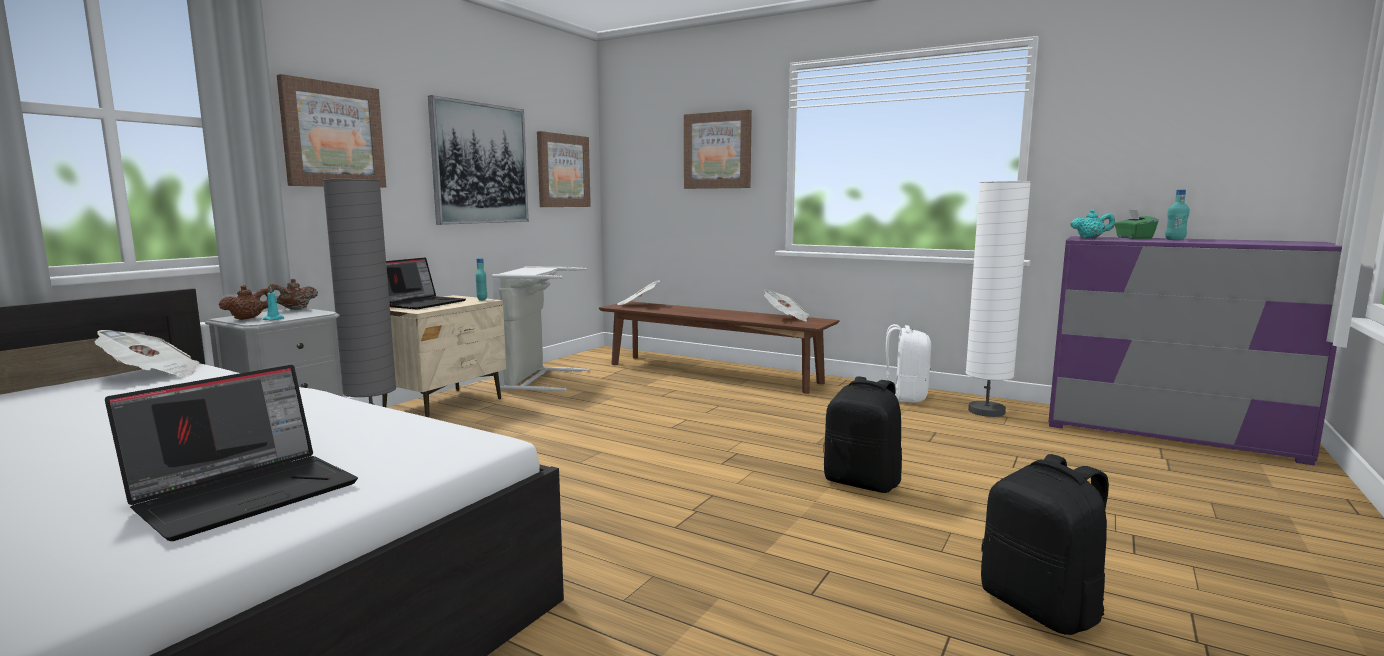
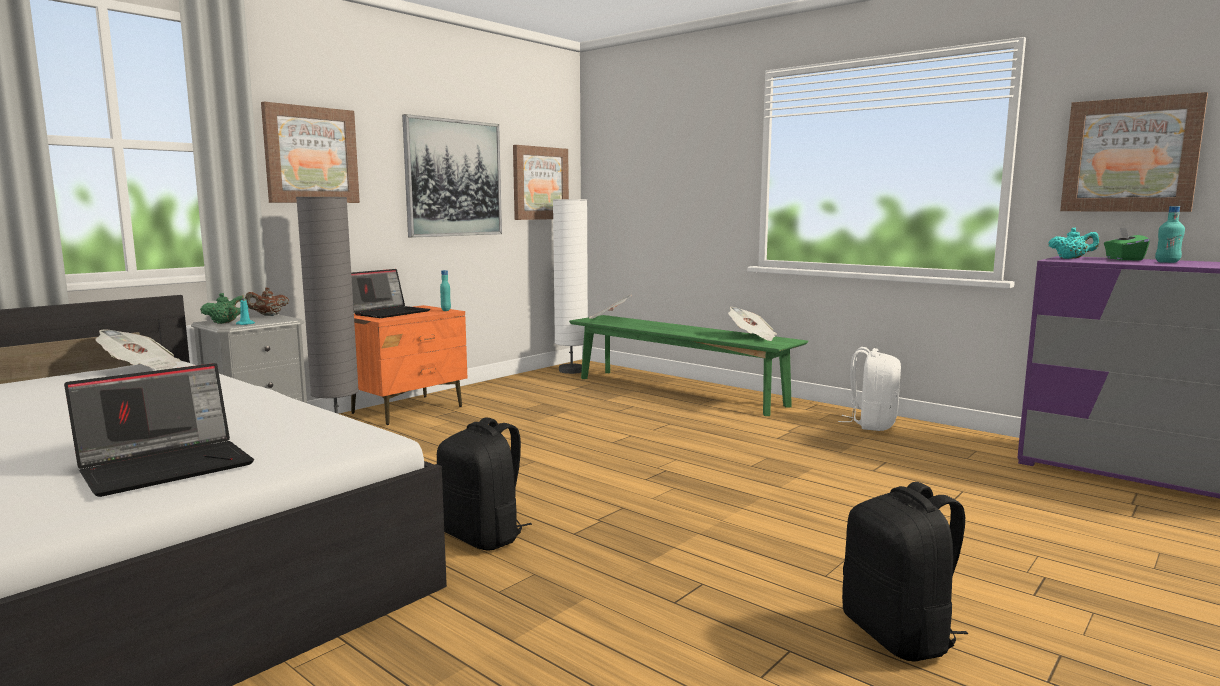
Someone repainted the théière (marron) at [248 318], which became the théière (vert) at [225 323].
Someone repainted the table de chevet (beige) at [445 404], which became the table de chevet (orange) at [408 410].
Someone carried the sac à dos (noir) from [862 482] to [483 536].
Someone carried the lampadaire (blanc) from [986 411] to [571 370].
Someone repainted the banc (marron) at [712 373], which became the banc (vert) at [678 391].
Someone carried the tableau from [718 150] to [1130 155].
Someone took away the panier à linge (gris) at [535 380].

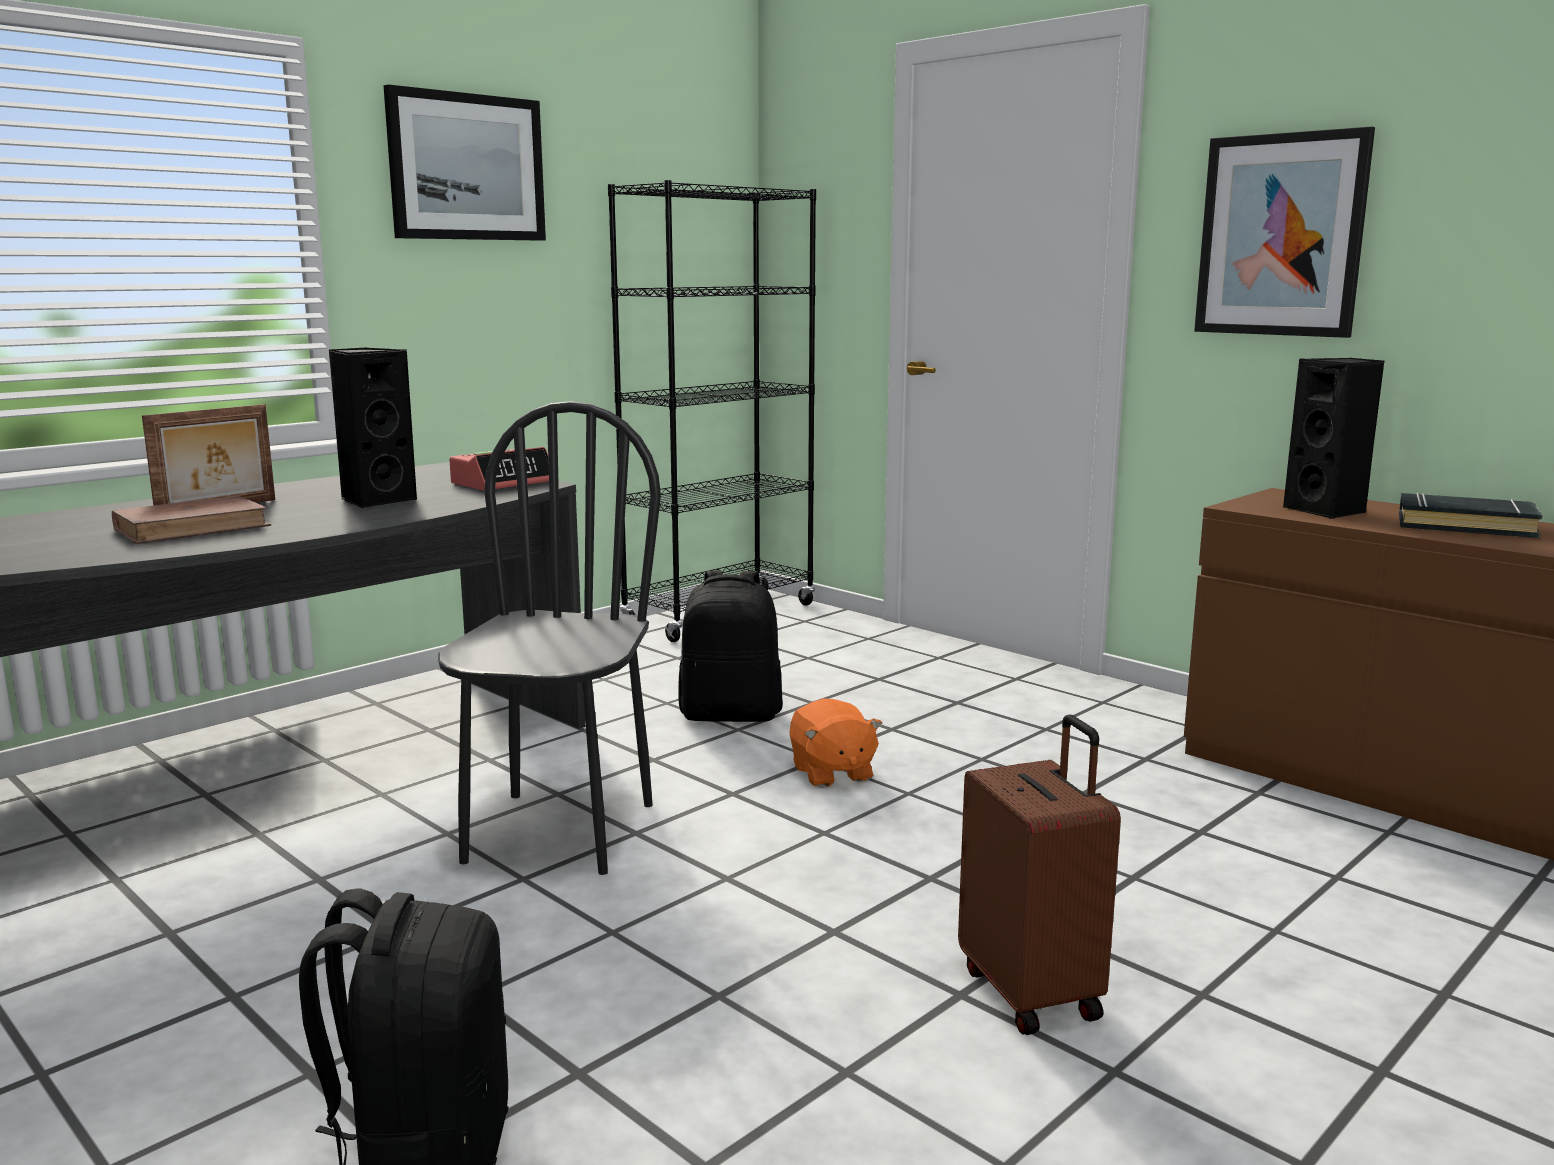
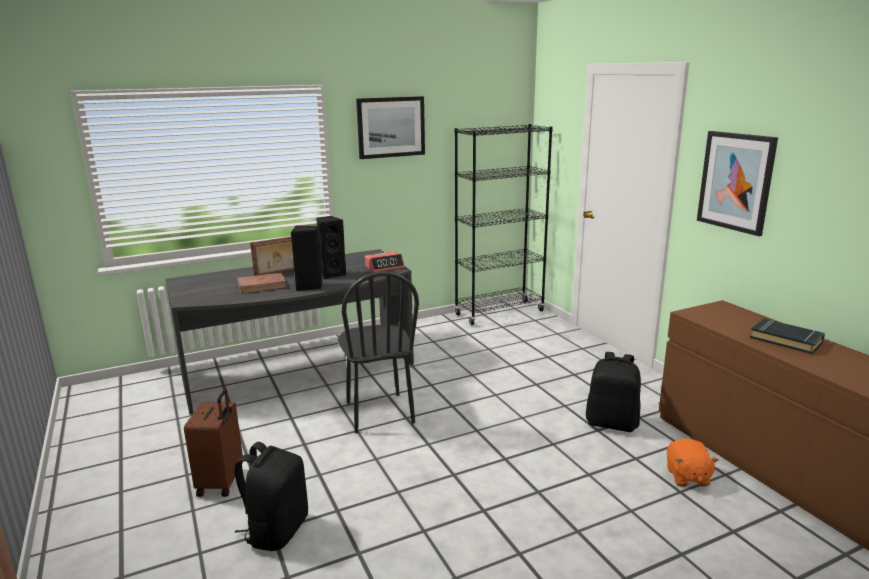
Someone carried the valise (marron) from [1033 992] to [222 482].
Someone carried the enceinte (noir) from [1328 511] to [309 286].
Someone rotated the chaise (noir) at [558 832] by 135 degrees clockwise.
Someone carried the sac à dos (noir) from [731 714] to [612 423].
Someone carried the peluche (orange) from [831 773] to [687 477].

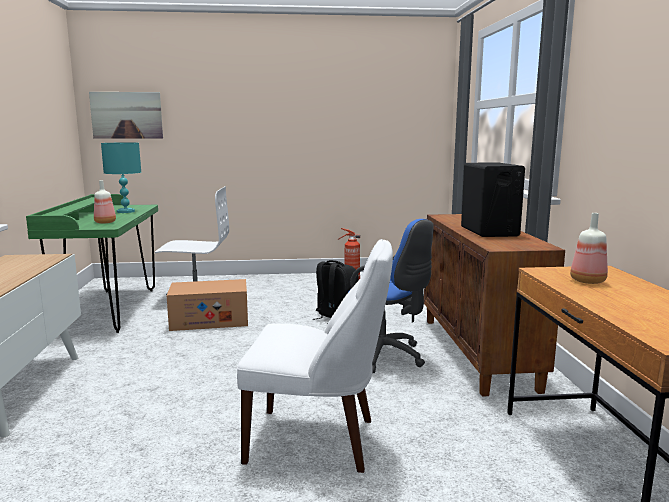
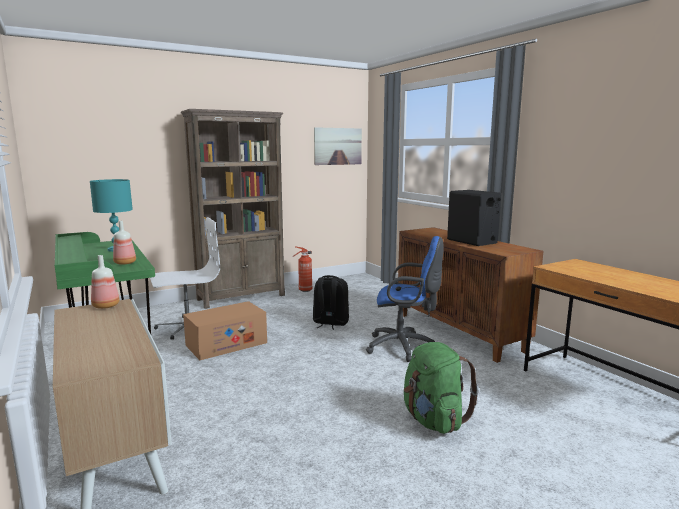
Someone carried the bouteille from [586 281] to [105 306].
Someone put down the bibliothèque (marron) at [242 297].
Someone carried the tableau from [126 115] to [338 146].
Someone swapped the chaise (blanc) at [318 440] for the sac à dos (vert) at [433 420].

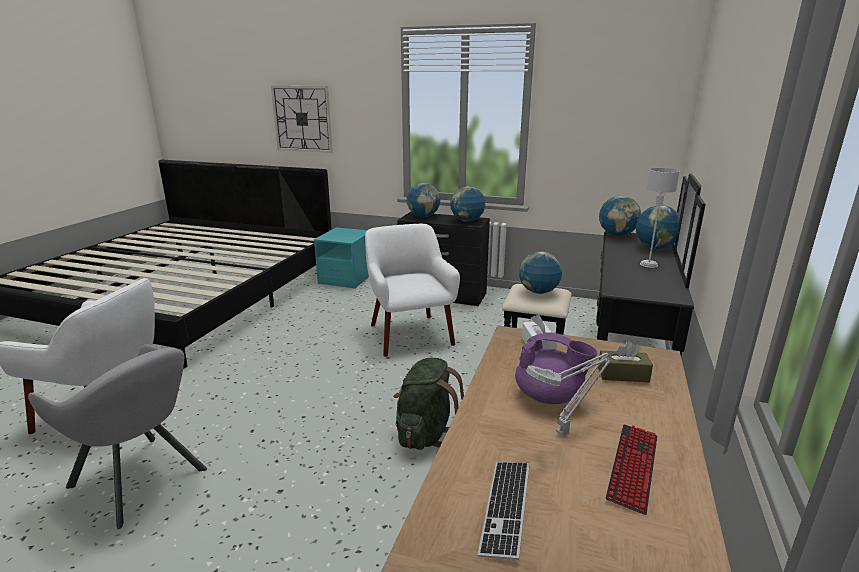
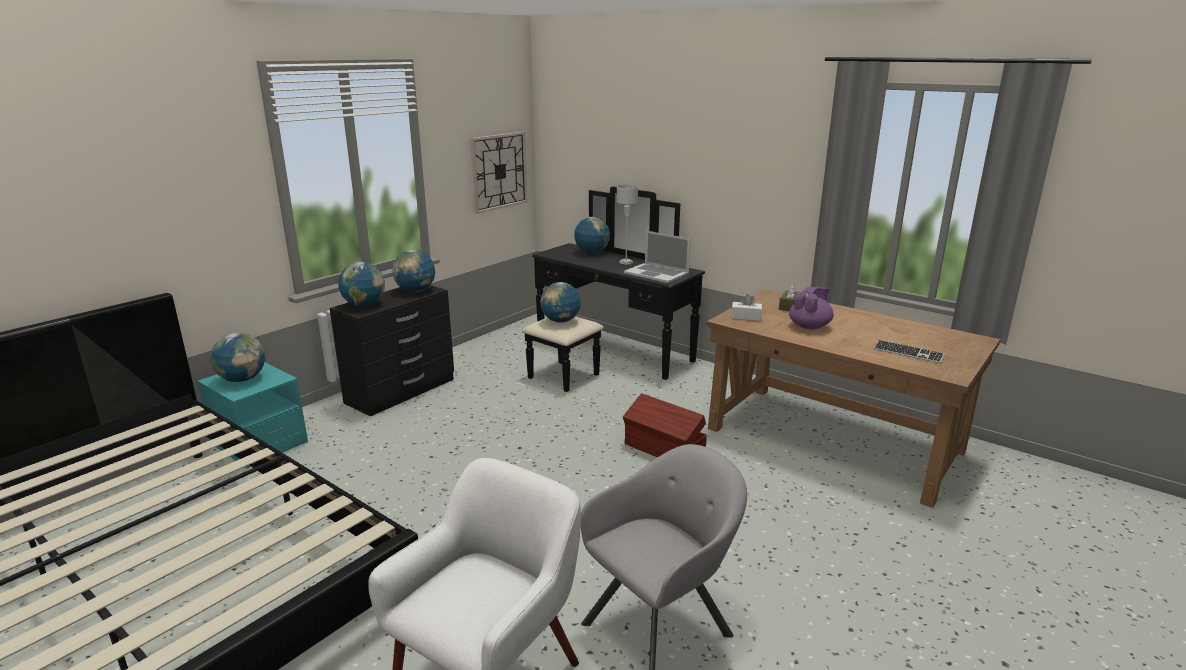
Someone carried the globe from [617 235] to [242 379].
Someone carried the horloge murale from [302 119] to [499 171].
Someone swapped the sac à dos (vert) at [426 434] for the boîte de rangement (marron) at [664 450].
Someone put down the ordinateur portable at [656 273].
Someone took away the fauteuil (blanc) at [409 334].
Someone took away the lampe de table (gris) at [564 432].
Someone took away the clavier at [633 467].

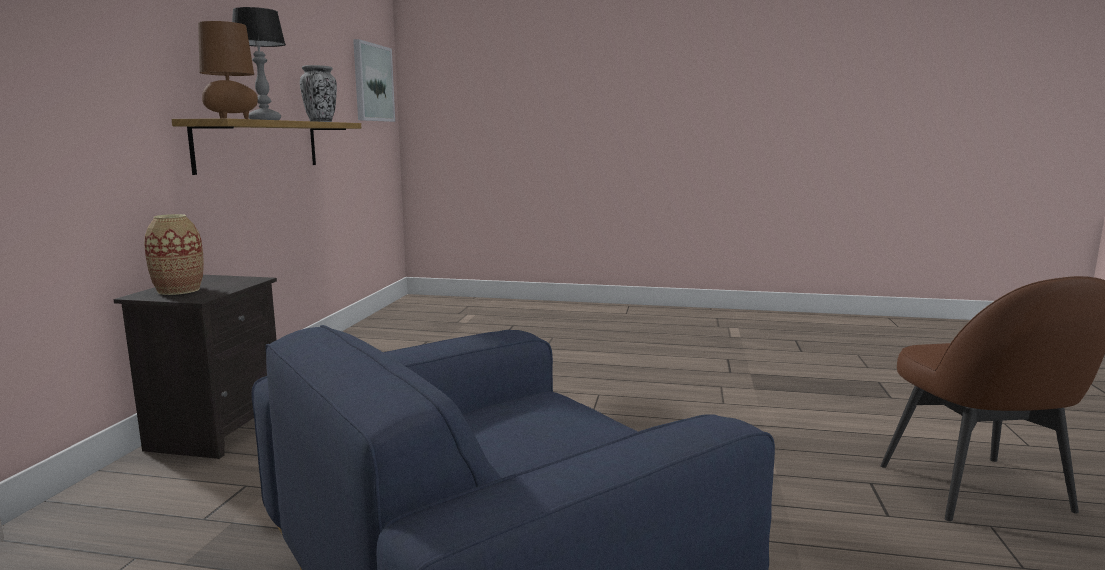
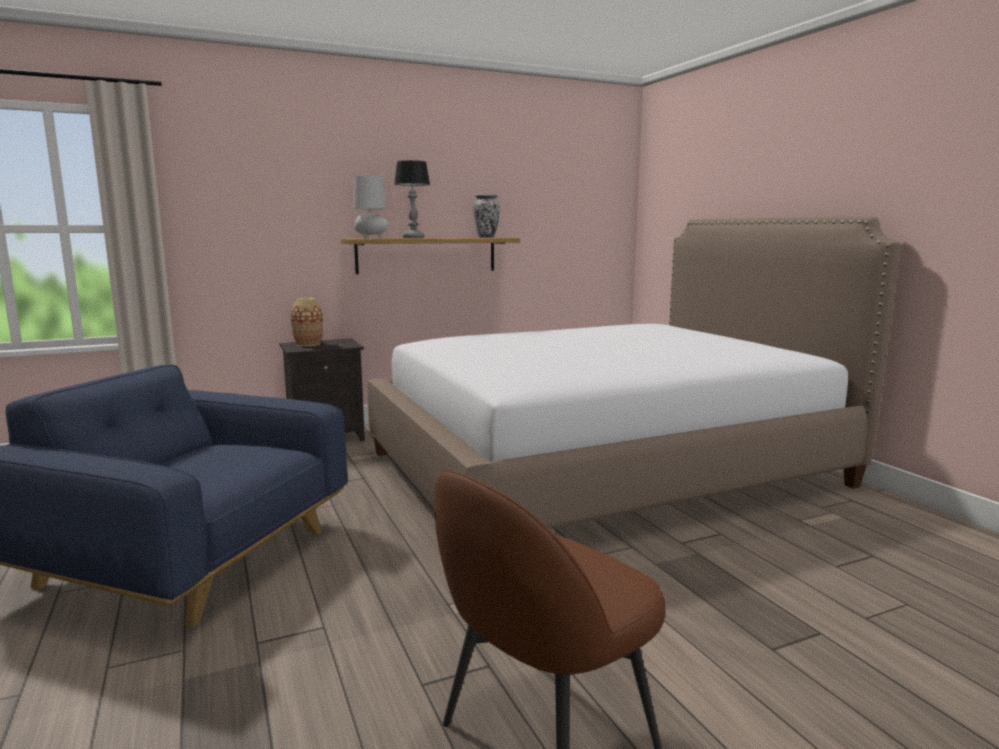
Someone repainted the lampe de table (marron) at [231 118], which became the lampe de table (gris) at [370 238].
Someone put down the lit at [604 469].
Someone took away the tableau at [372 83].

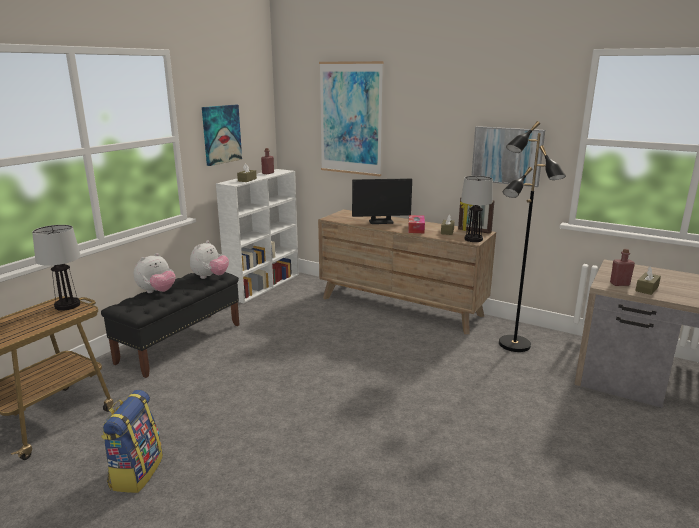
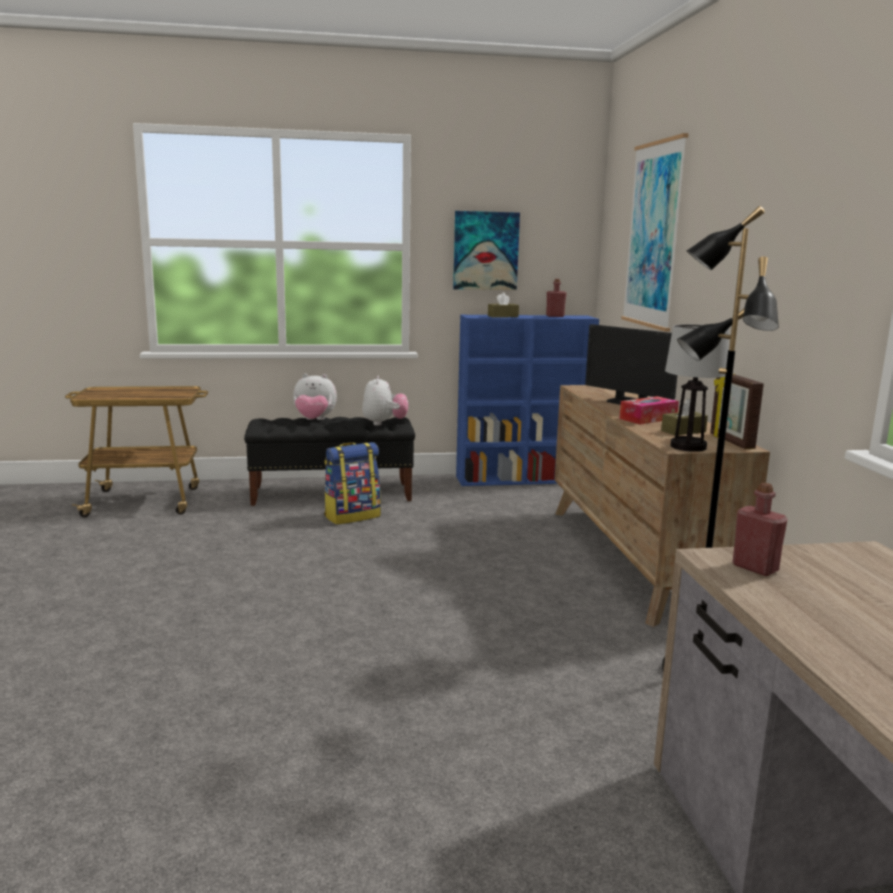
Someone carried the sac à dos from [136 472] to [352 516].
Someone rotated the peluche at [210 277] by 75 degrees counterclockwise.
Someone repainted the bibliothèque (blanc) at [264 285], which became the bibliothèque (bleu) at [522 479].
Someone took away the lampe de table at [67 305].
Someone took away the tableau at [507 156].
Someone took away the boîte à mouchoirs (marron) at [647 289].

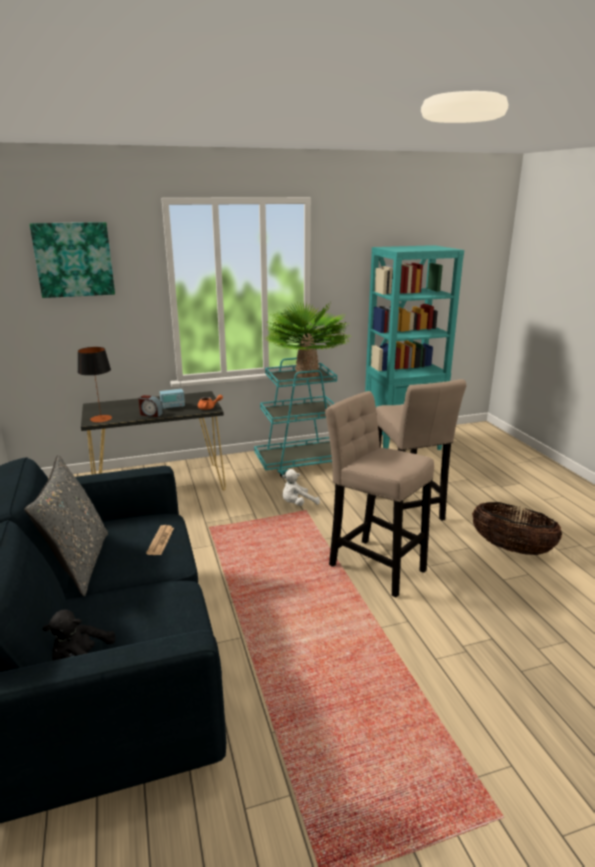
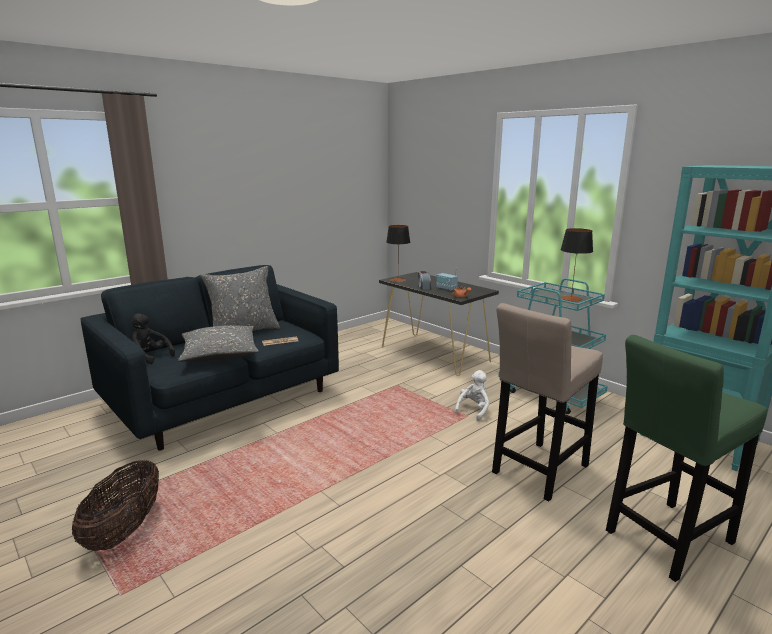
Someone carried the panier from [511 548] to [124 530].
Someone put down the coussin (gris) at [219 354].
Someone rotated the peluche (blanc) at [297 504] by 90 degrees clockwise.
Someone swapped the plante en pot at [307 374] for the lampe de table at [571 298].
Someone put down the tabouret (vert) at [665 540].
Someone took away the tableau at [74 259].
Someone took away the tabouret (beige) at [373 565].

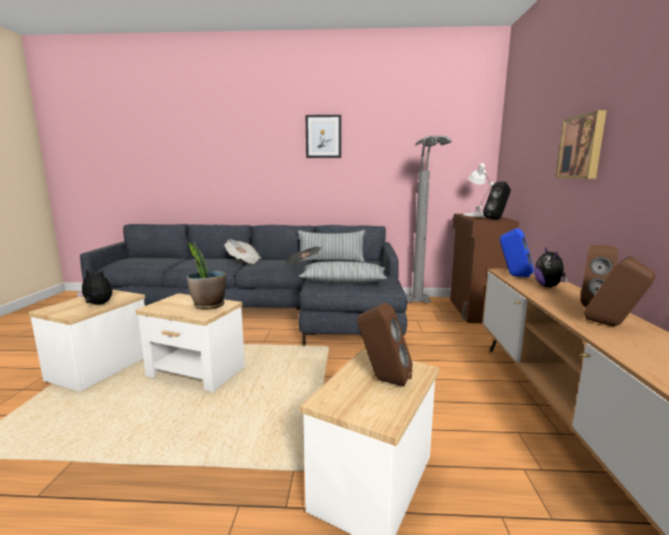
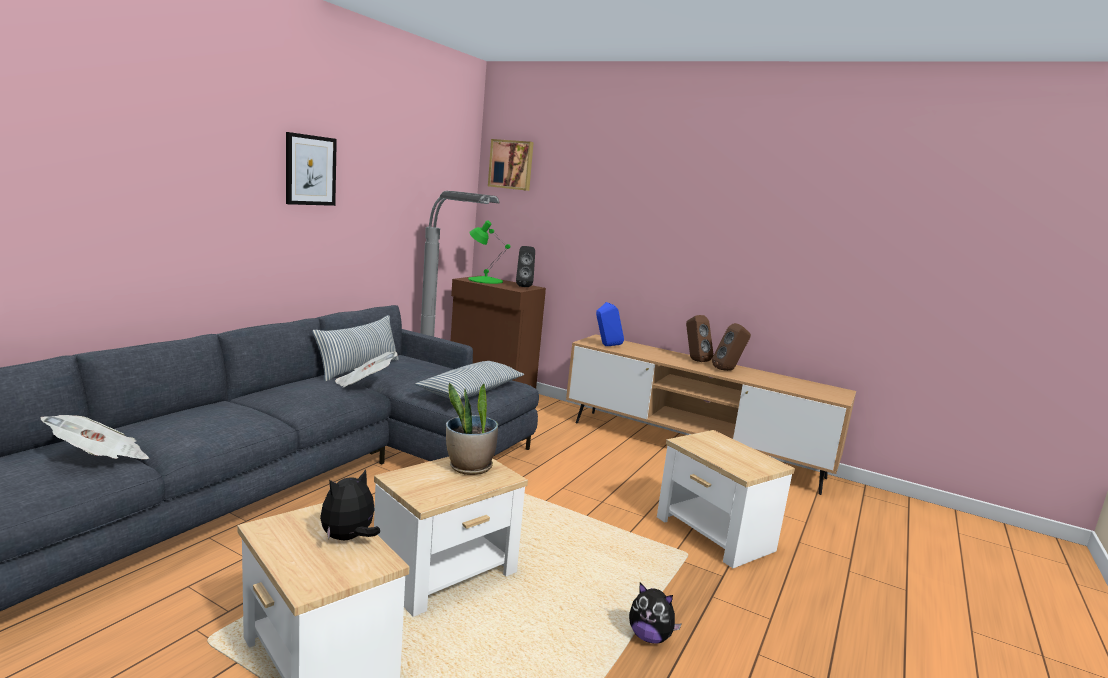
Someone carried the journal from [243 261] to [100 459].
Someone repainted the lampe de table (blanc) at [478 215], which became the lampe de table (vert) at [485 280].
Someone carried the tableau from [582 147] to [511 164].
Someone carried the peluche from [548 286] to [650 637].
Someone took away the enceinte (marron) at [383 380].

